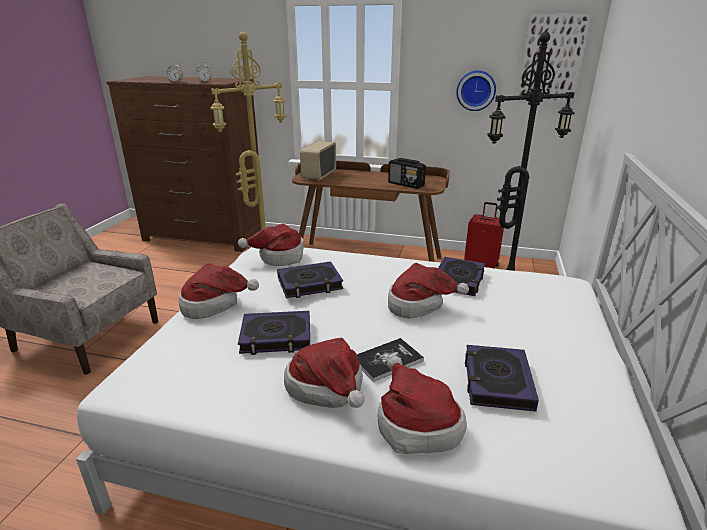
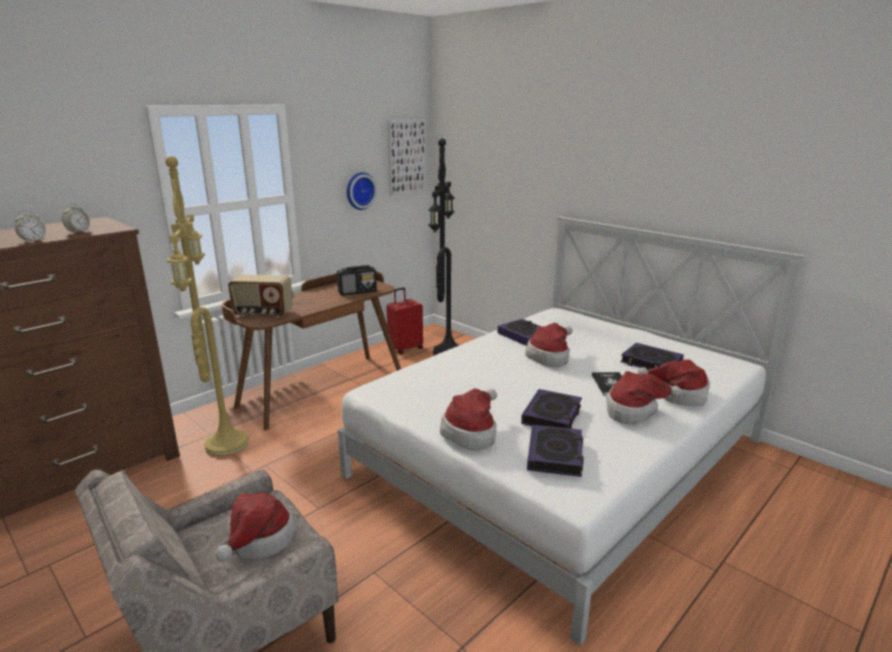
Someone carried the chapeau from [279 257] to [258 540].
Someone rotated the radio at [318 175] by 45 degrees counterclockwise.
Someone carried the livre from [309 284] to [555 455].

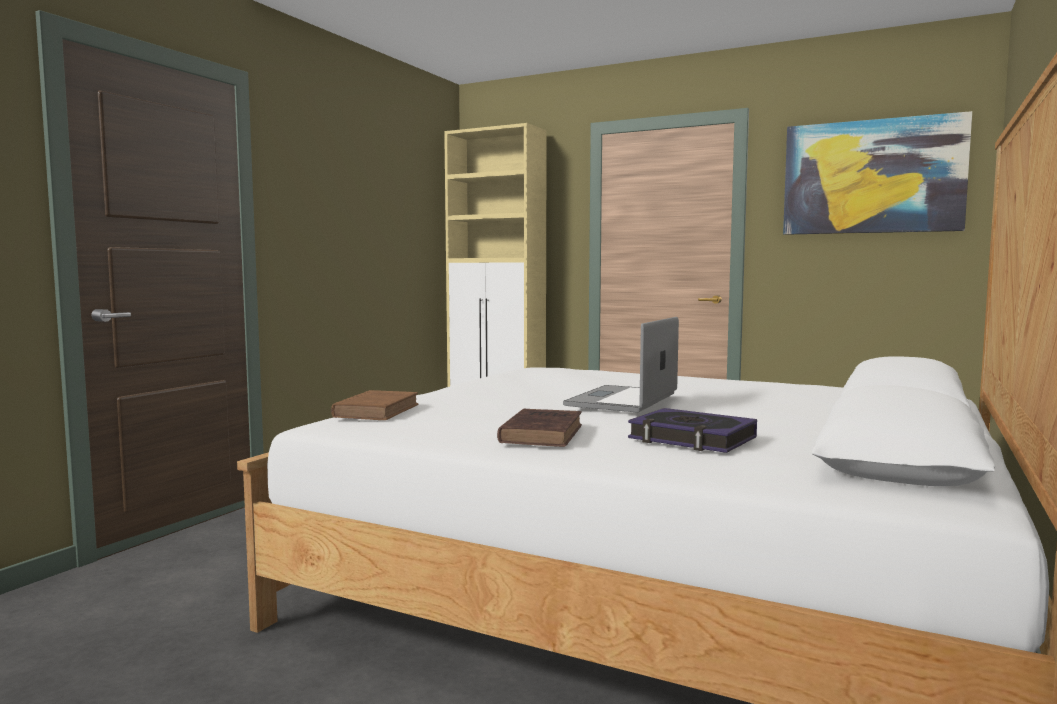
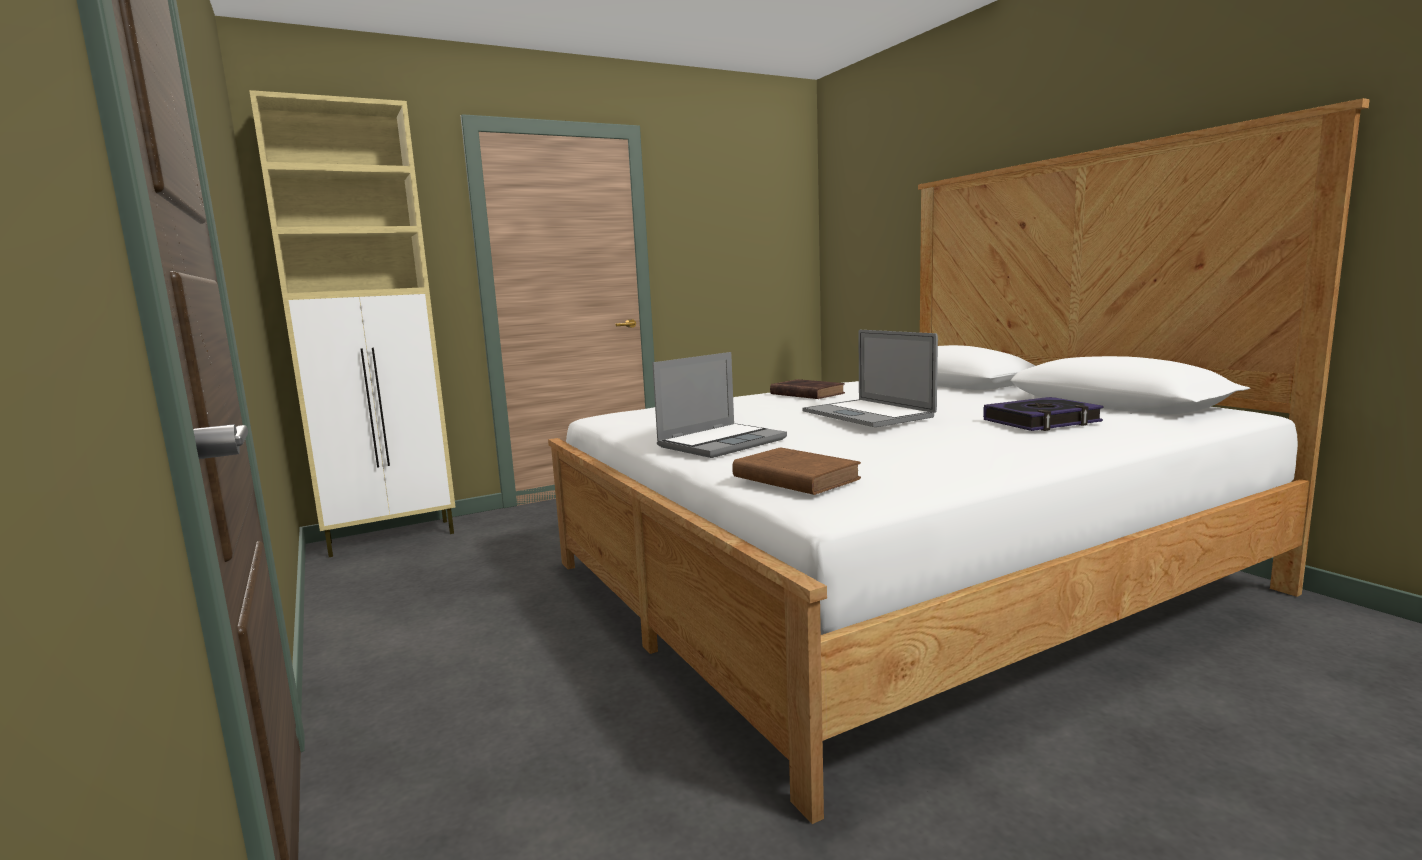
Someone put down the ordinateur portable at [722 442].
Someone carried the livre (marron) from [542 433] to [805 394].
Someone took away the tableau at [872 177].

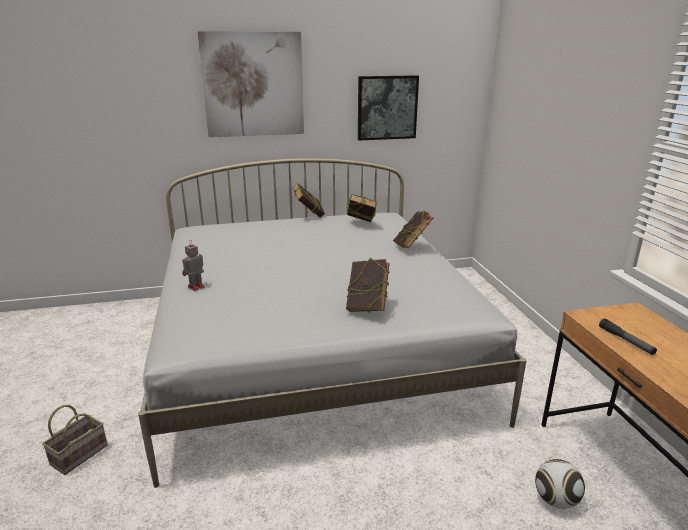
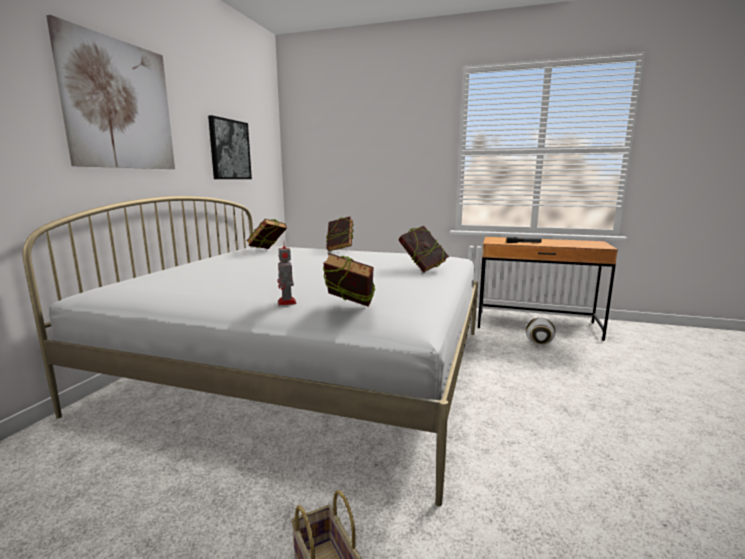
Someone carried the livre from [309 216] to [349 310].

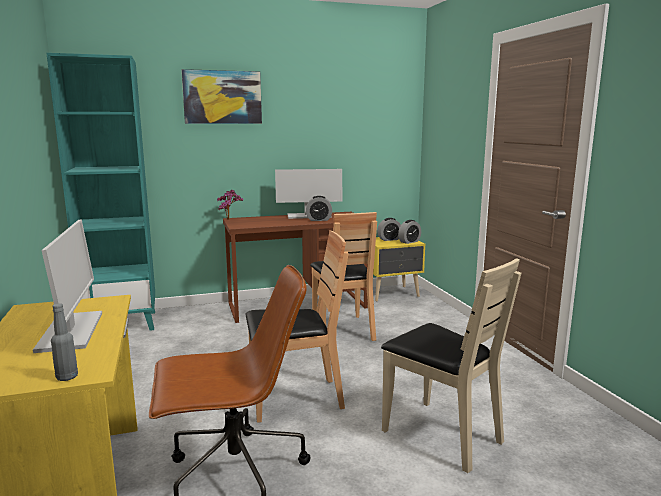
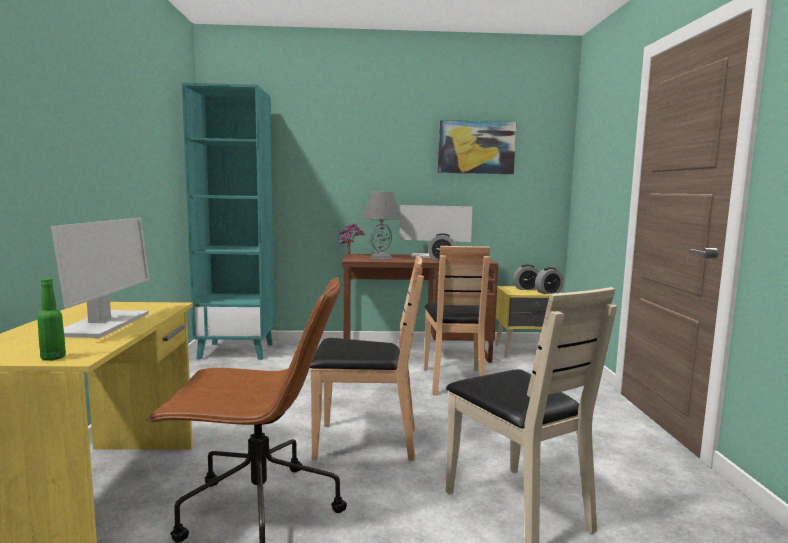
Someone repainted the bouteille (gris) at [67 377], which became the bouteille (vert) at [53 358].
Someone put down the lampe de table (gris) at [381 258].
Someone carried the tableau from [222 97] to [476 147].

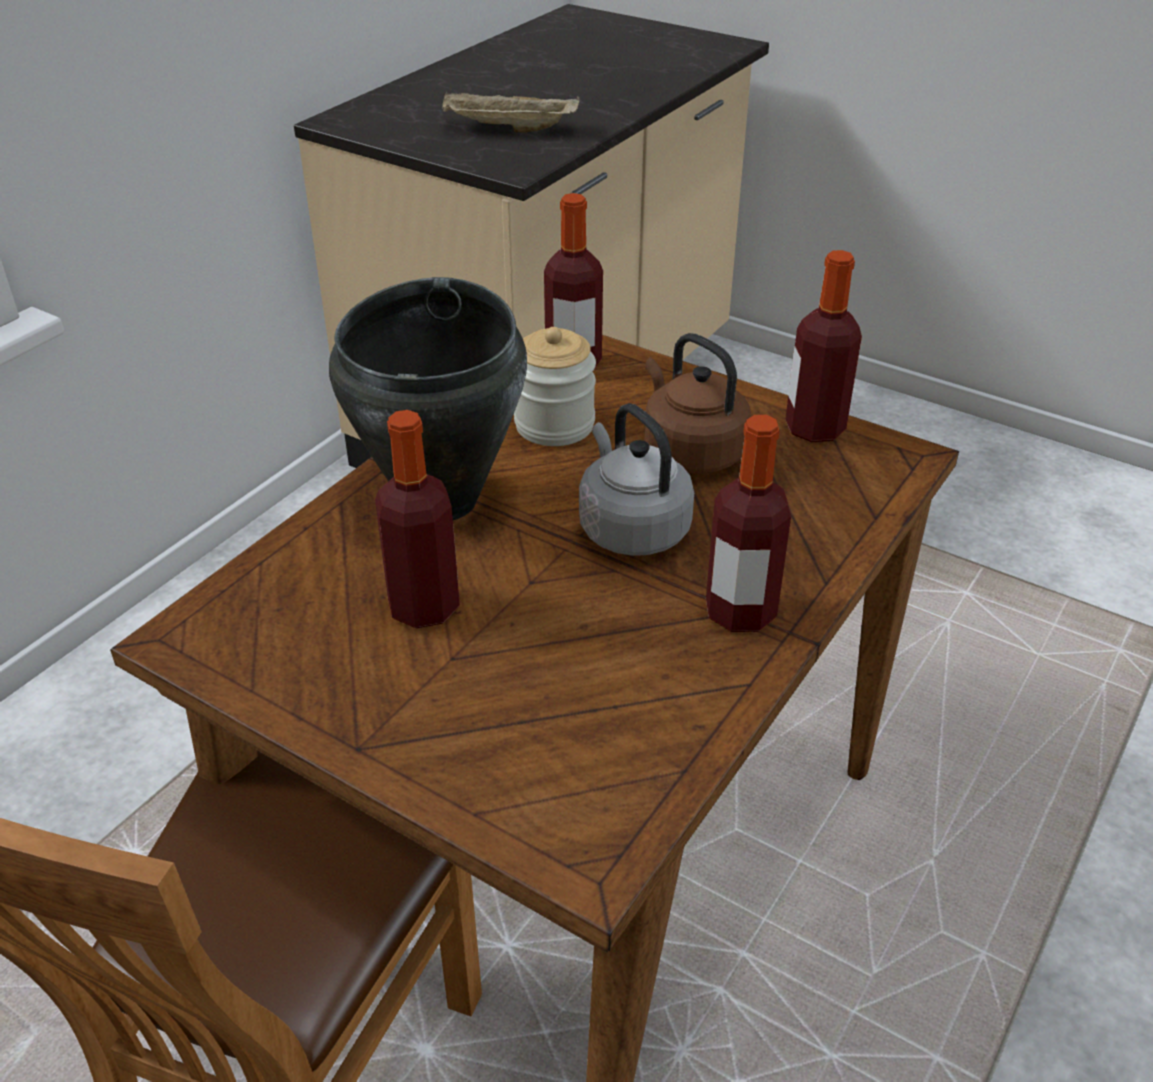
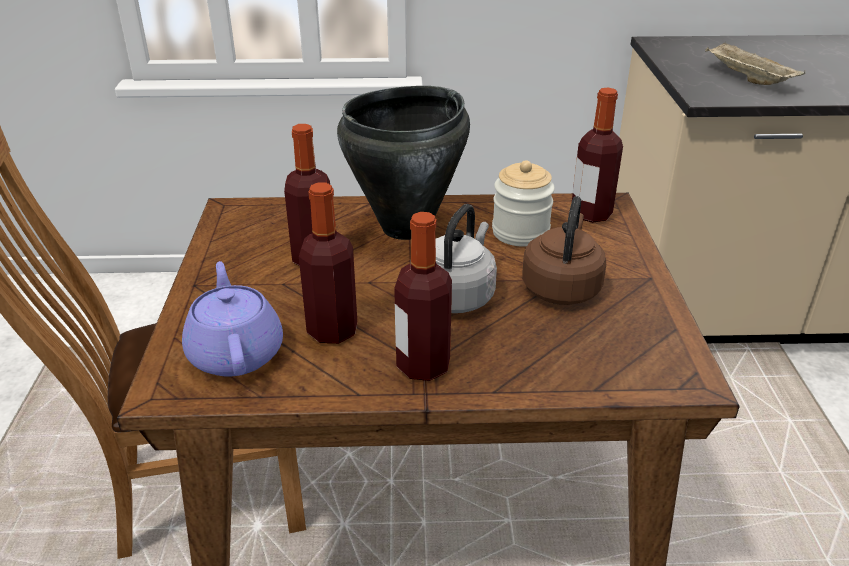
Someone put down the théière (violet) at [236 352].
Someone carried the bouteille from [814 428] to [332 330].

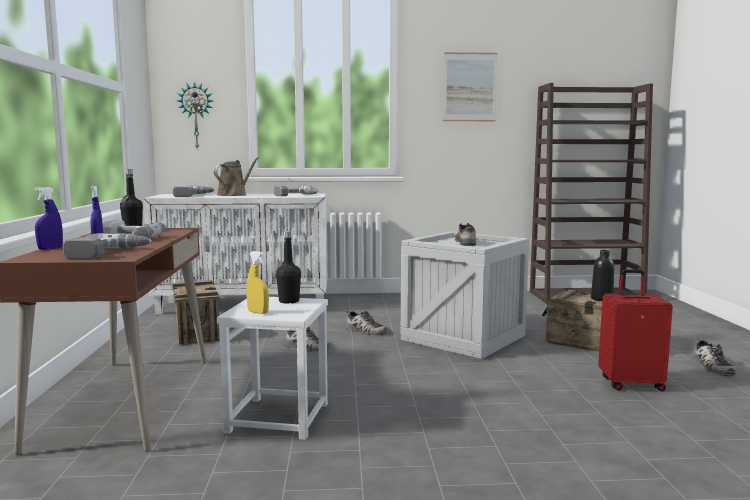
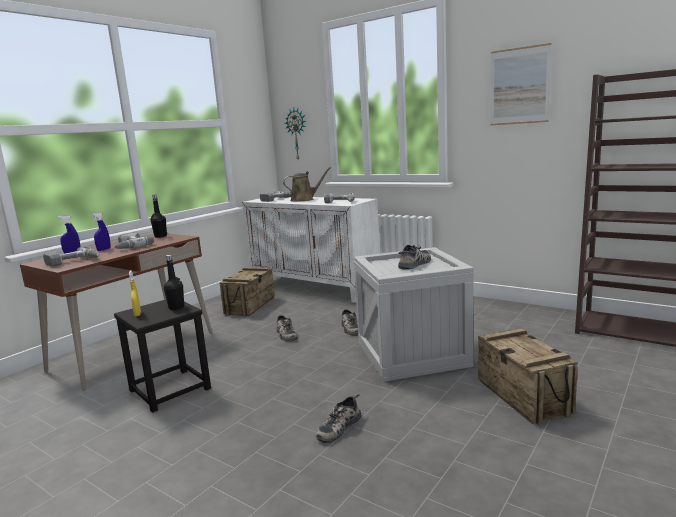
Someone repainted the tabouret (blanc) at [279 418], which became the tabouret (noir) at [170 390].
Someone carried the chaussure from [711 366] to [338 427].
Someone took away the bouteille (noir) at [601 299].
Someone took away the valise (rouge) at [630 384].

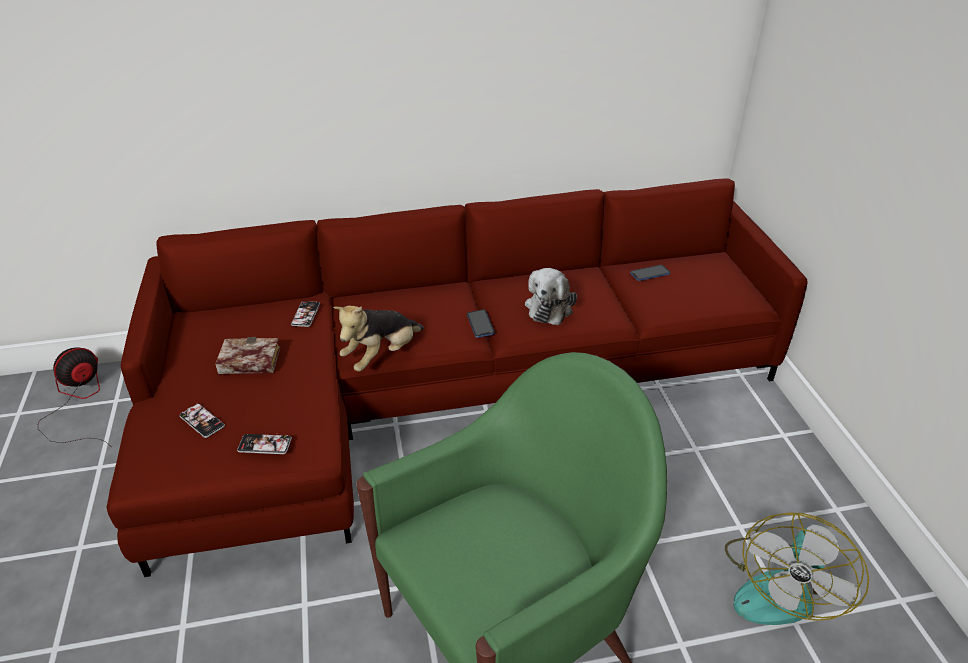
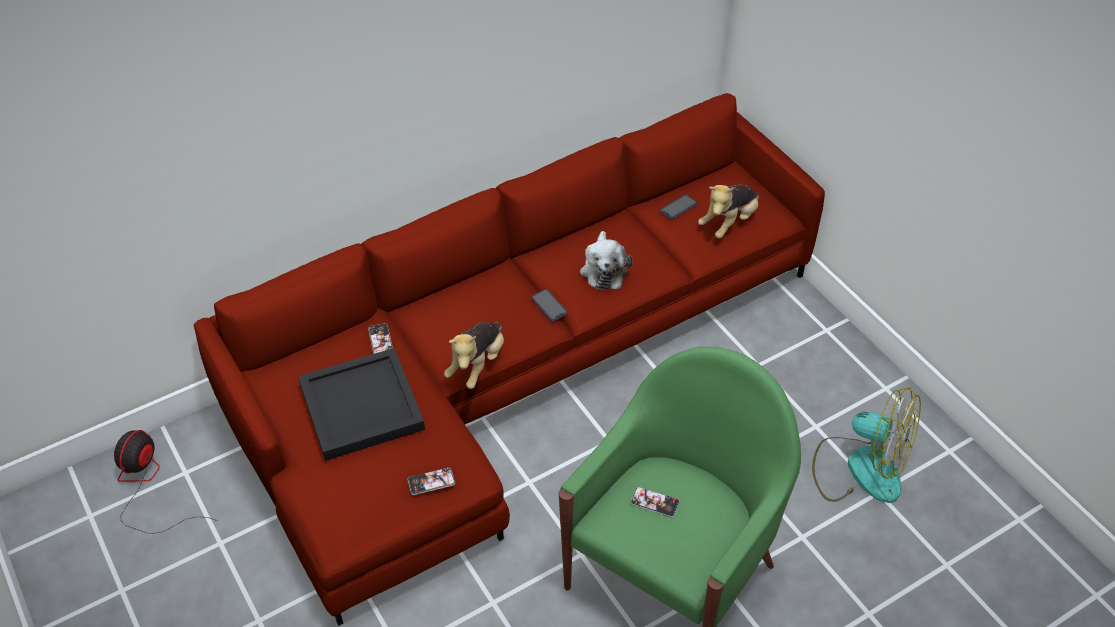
Someone swapped the livre at [247 362] for the plateau (noir) at [361 408].
Someone carried the téléphone from [202 421] to [654 502].
Someone put down the peluche at [729 222].
Someone rotated the ventilateur at [779 587] by 75 degrees counterclockwise.

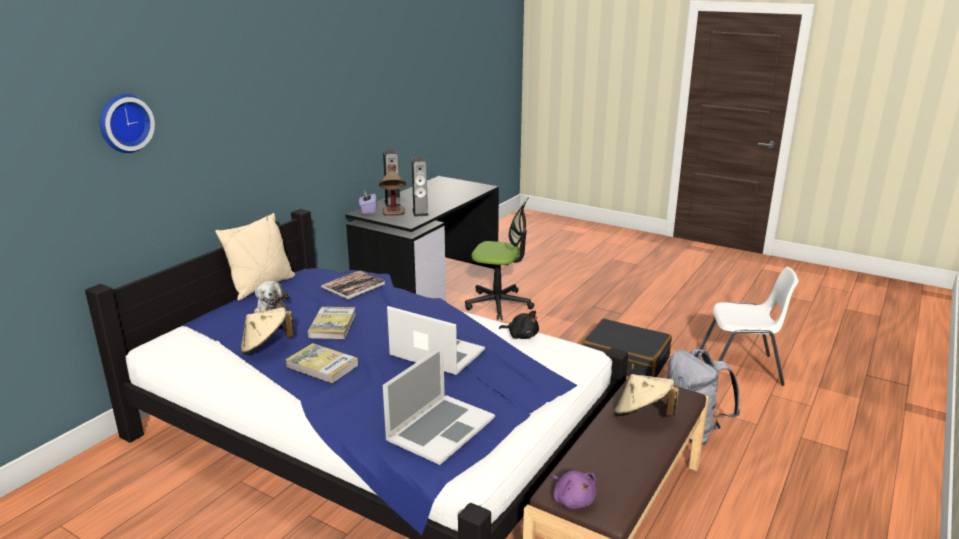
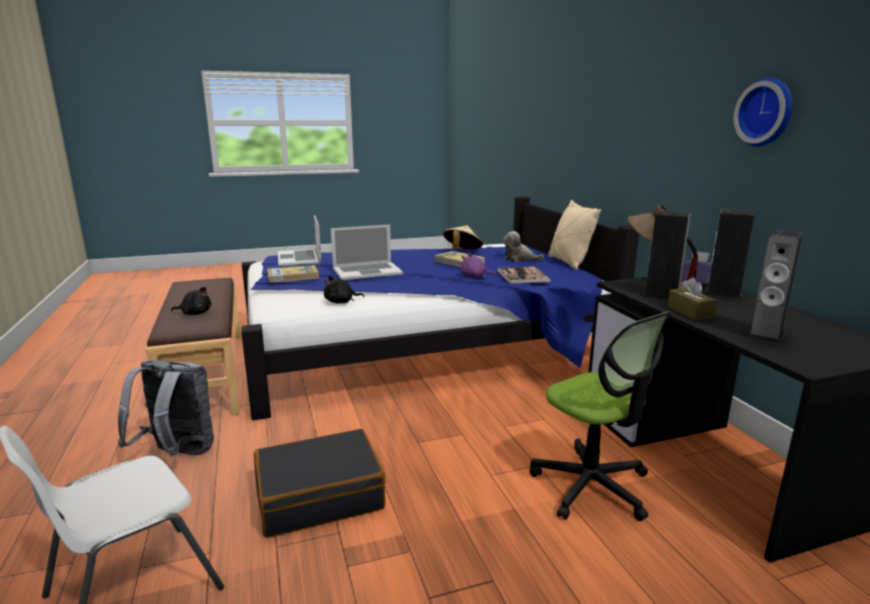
Someone swapped the chapeau (beige) at [642 415] for the peluche (noir) at [195 313].
Someone carried the livre from [322 366] to [293 276].
Someone carried the peluche (violet) from [572 500] to [475 277].
Someone rotated the chaise de bureau at [499 304] by 90 degrees counterclockwise.
Someone put down the boîte à mouchoirs (marron) at [690 312].
Someone carried the horloge murale from [124 123] to [767 112].
Someone put down the enceinte at [766 335].

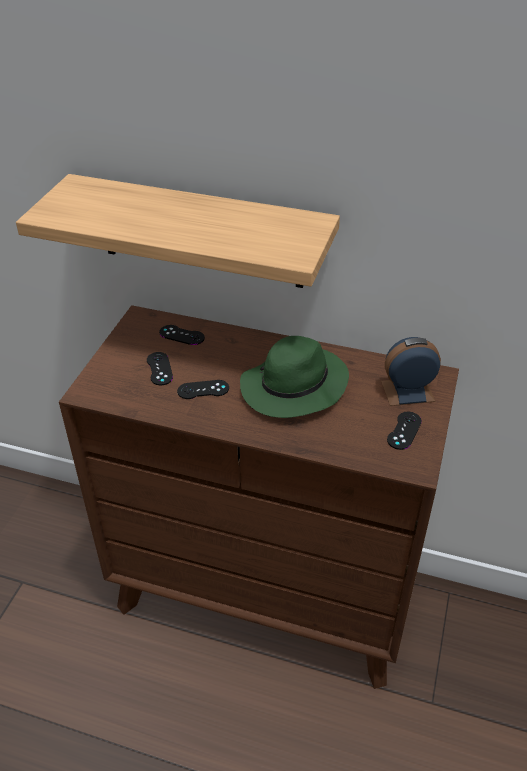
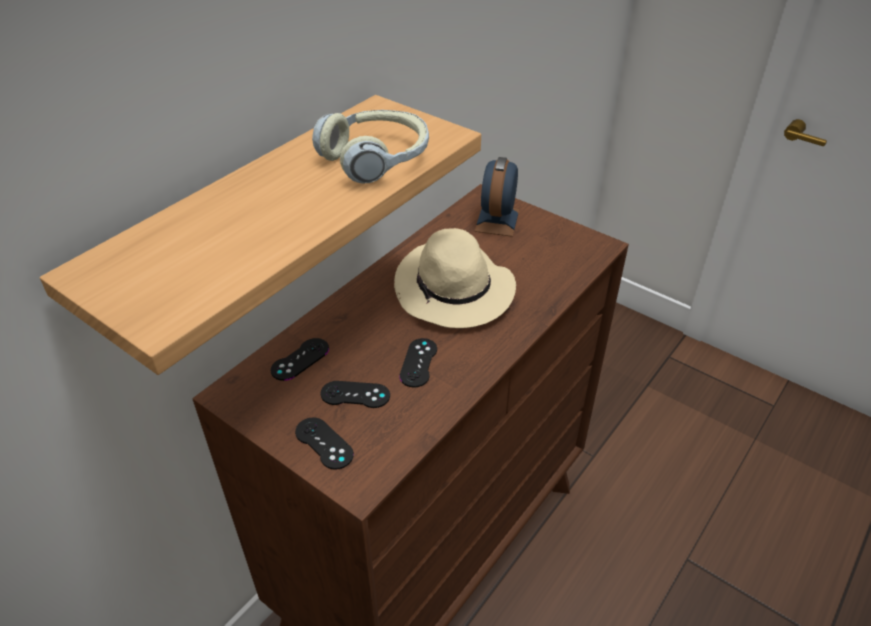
Someone carried the manette (noir) from [404 430] to [324 443].
Someone put down the casque audio at [376 159].
Someone repainted the chapeau (vert) at [293 388], which became the chapeau (beige) at [454 291].

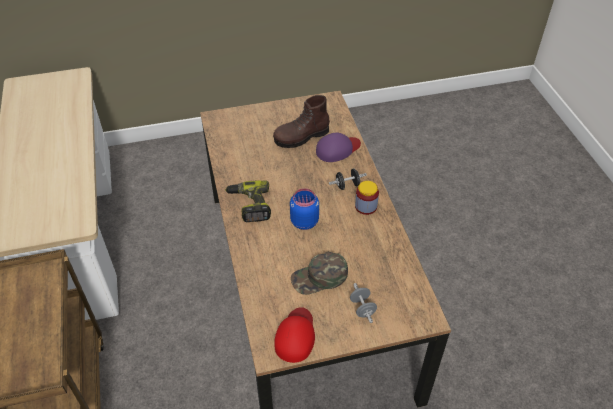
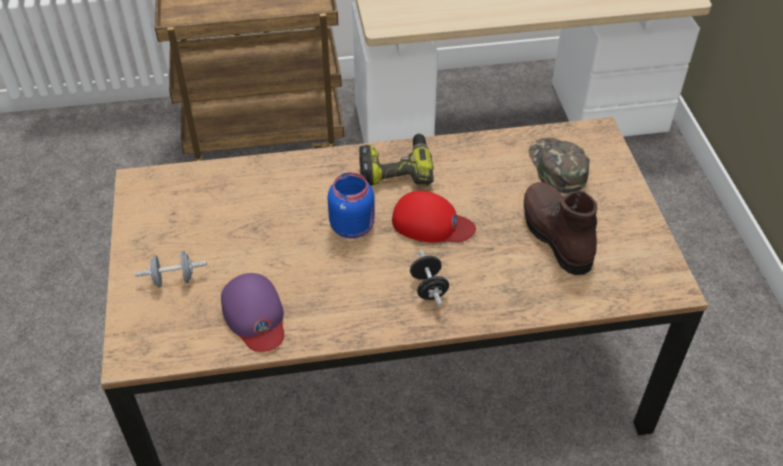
Someone carried the casquette (violet) from [337 149] to [255 315].
Someone carried the casquette (rouge) from [295 336] to [431 223].
Someone carried the casquette (vert) from [319 278] to [556 167].
Someone took away the bocal at [366 206].

